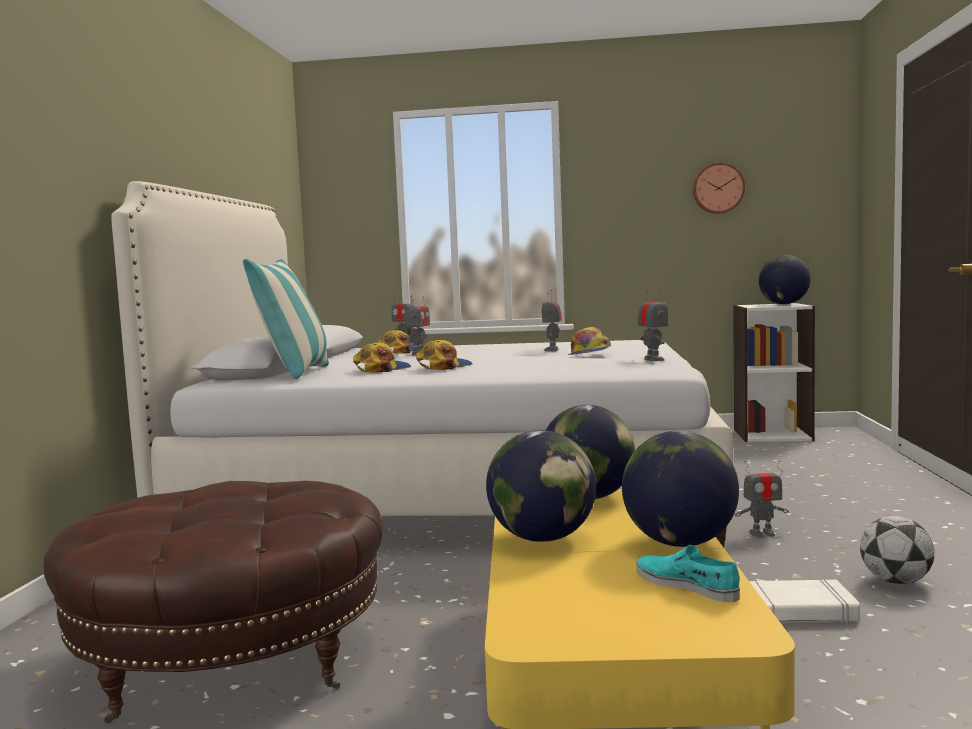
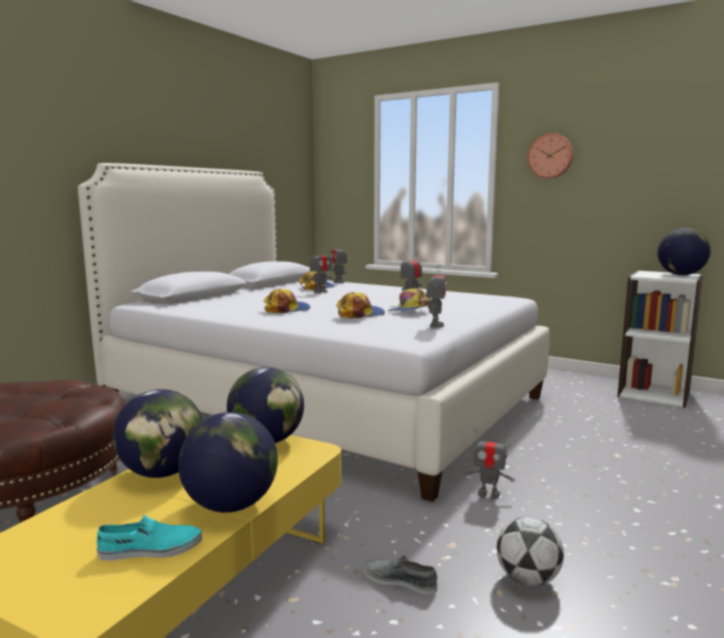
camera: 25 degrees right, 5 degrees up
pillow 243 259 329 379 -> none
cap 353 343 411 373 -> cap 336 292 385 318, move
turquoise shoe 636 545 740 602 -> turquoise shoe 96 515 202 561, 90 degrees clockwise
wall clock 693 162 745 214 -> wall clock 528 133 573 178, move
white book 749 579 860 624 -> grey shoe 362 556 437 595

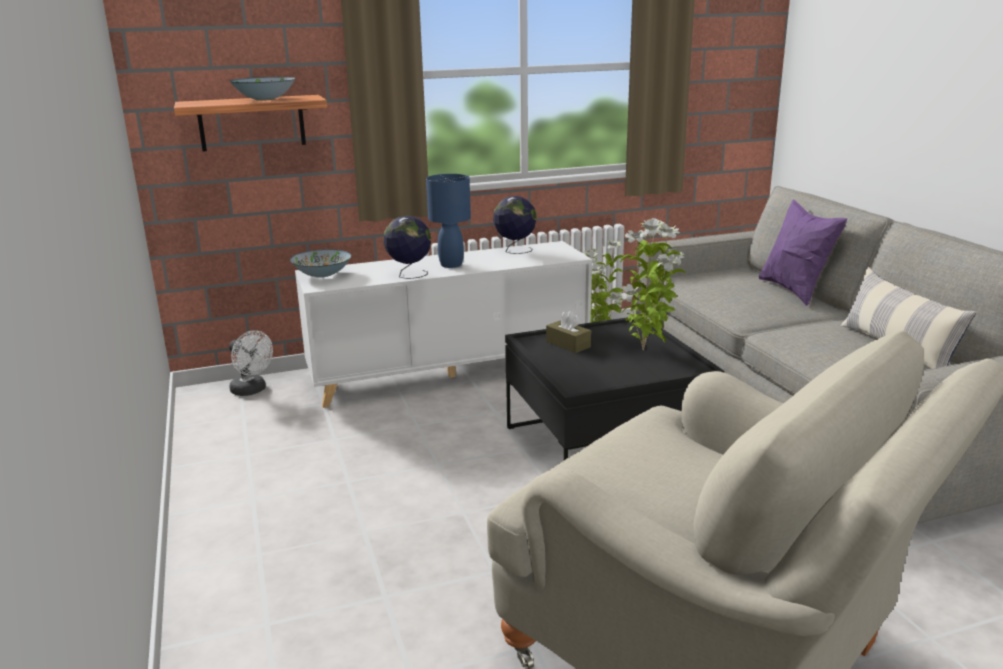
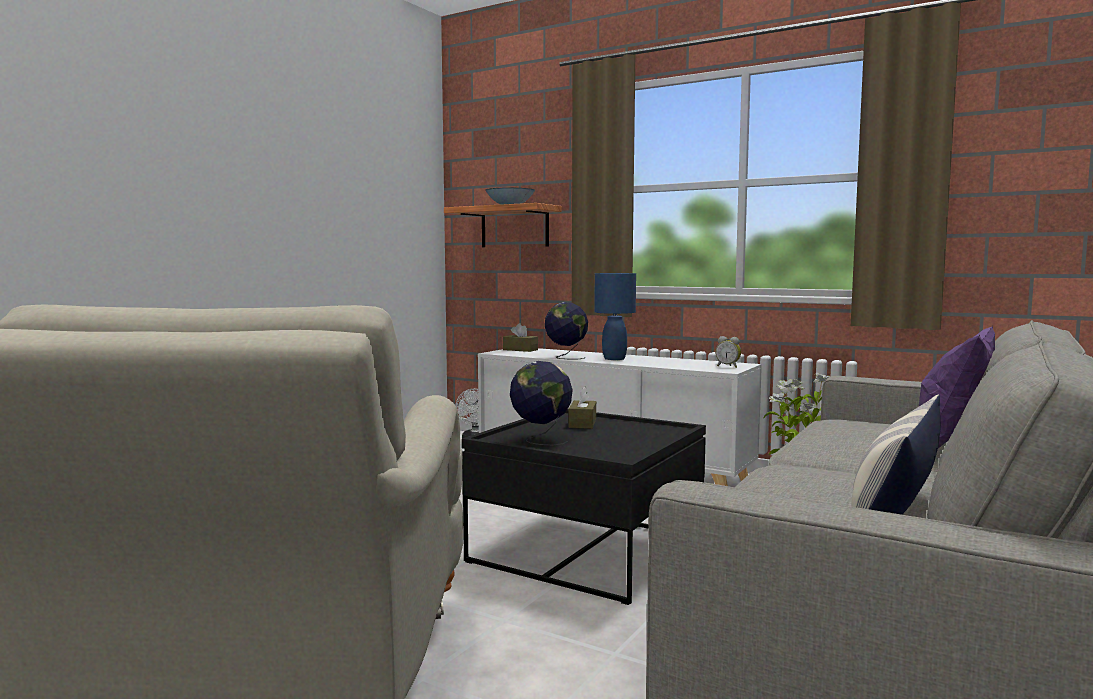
camera: 50 degrees right, 15 degrees down
bowl 290 249 351 278 -> brown tissue box 503 323 538 352
globe 493 196 537 254 -> globe 510 361 572 445, move
potted plant 620 218 686 350 -> none
none -> alarm clock 715 336 741 368

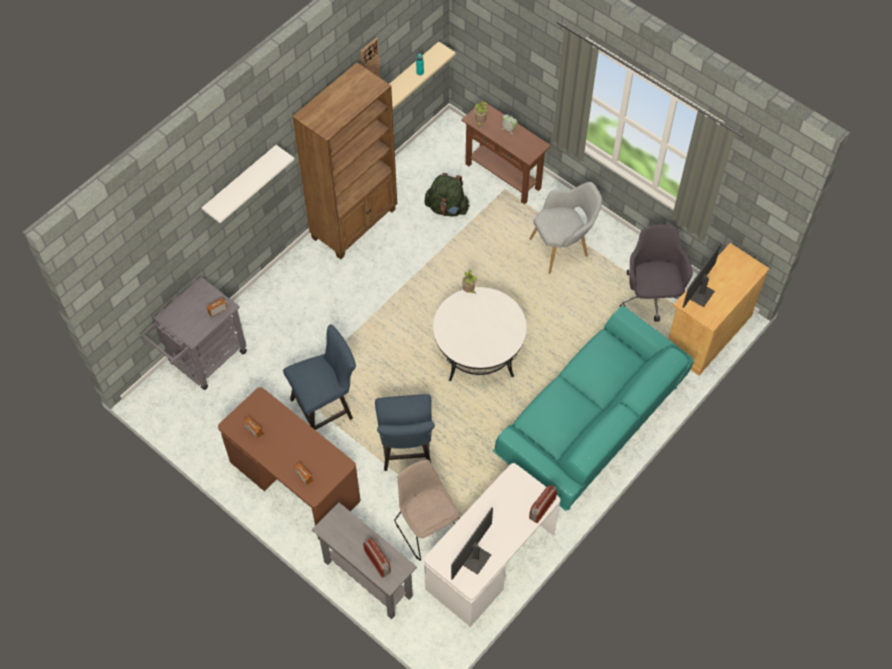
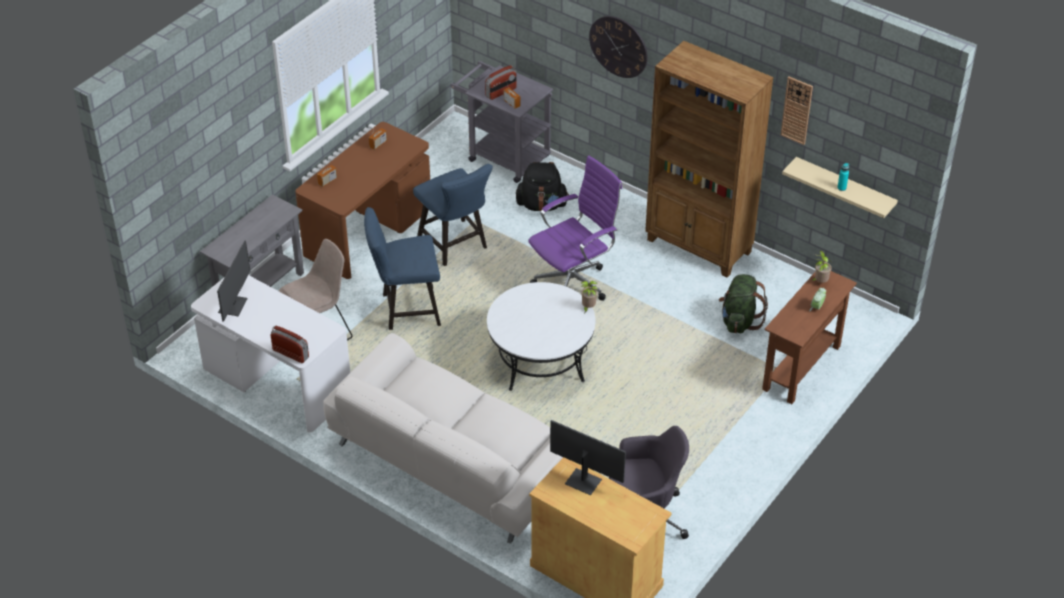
camera: 85 degrees right, 15 degrees down
white shelf 201 145 294 223 -> wall clock 589 16 648 78
radio 363 538 391 578 -> radio 485 65 517 100, move
monitor 451 508 493 580 -> monitor 217 240 250 322, 75 degrees clockwise
turquoise sofa 493 306 693 511 -> white sofa 323 333 570 544
grey armchair 530 182 602 274 -> none
none -> black backpack 516 162 569 211
none -> purple office chair 528 156 622 301

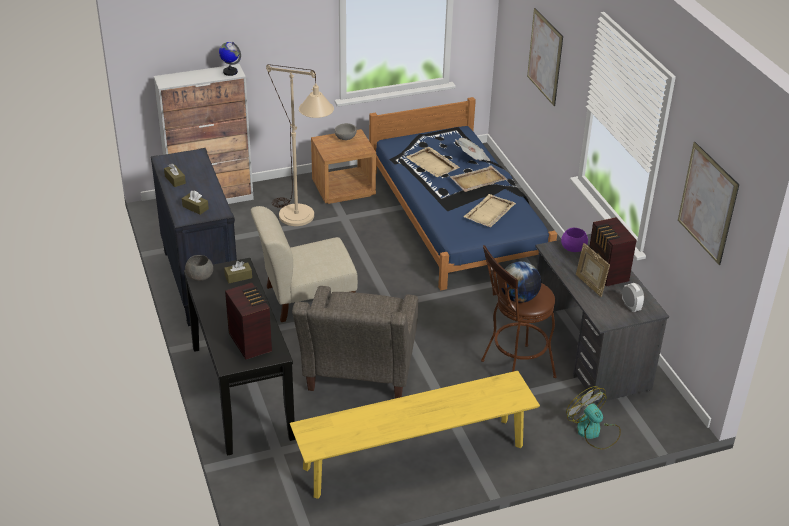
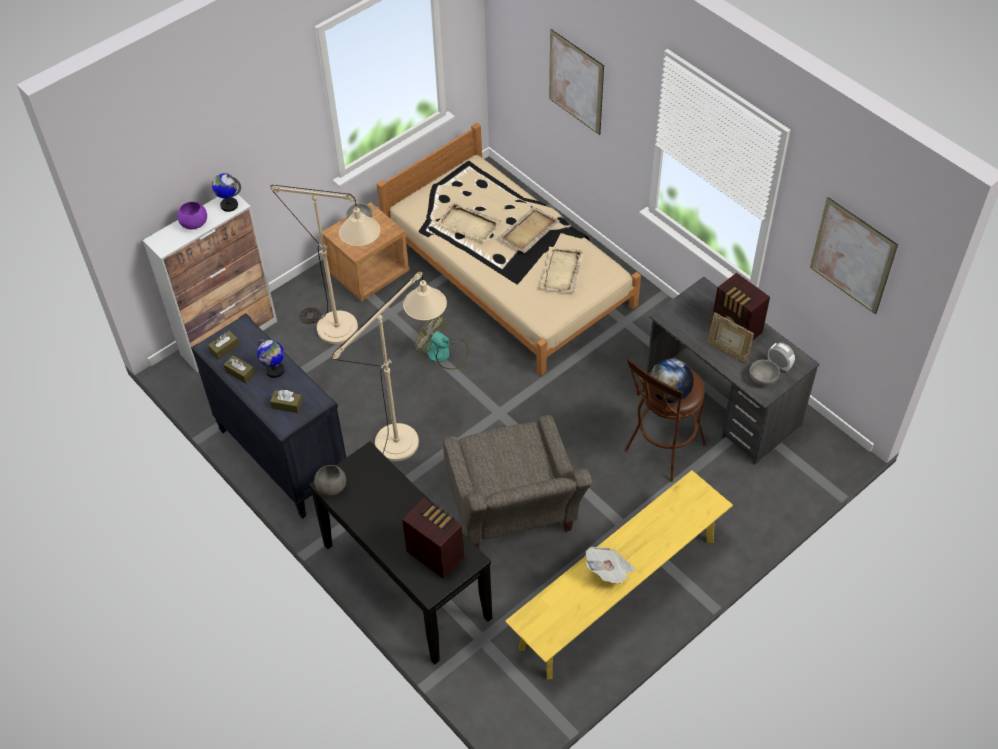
camera: 20 degrees left, 15 degrees up
brown tissue box 224 261 252 283 -> brown tissue box 208 331 239 360, move
beige chair 251 206 358 322 -> beige floor lamp 332 271 447 461
blue bed 369 97 557 290 -> beige bed 377 123 641 376
newspaper 456 138 491 161 -> newspaper 585 547 635 584, move
purple bowl 561 228 588 252 -> purple bowl 177 202 207 229, move
fan 566 386 621 450 -> fan 415 315 468 370, move
none -> globe 257 339 285 378
none -> grey bowl 749 360 780 386

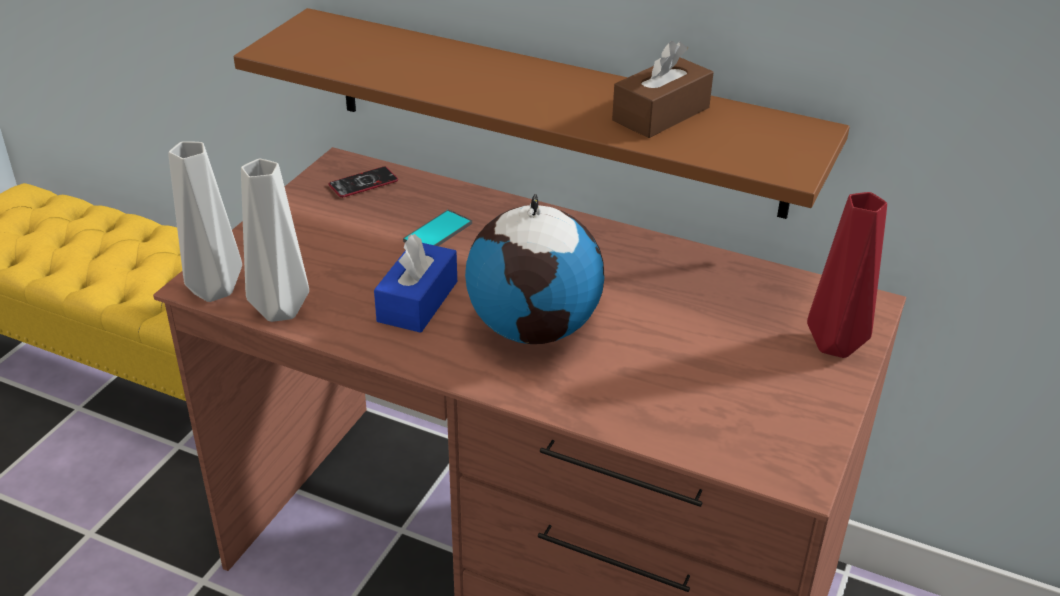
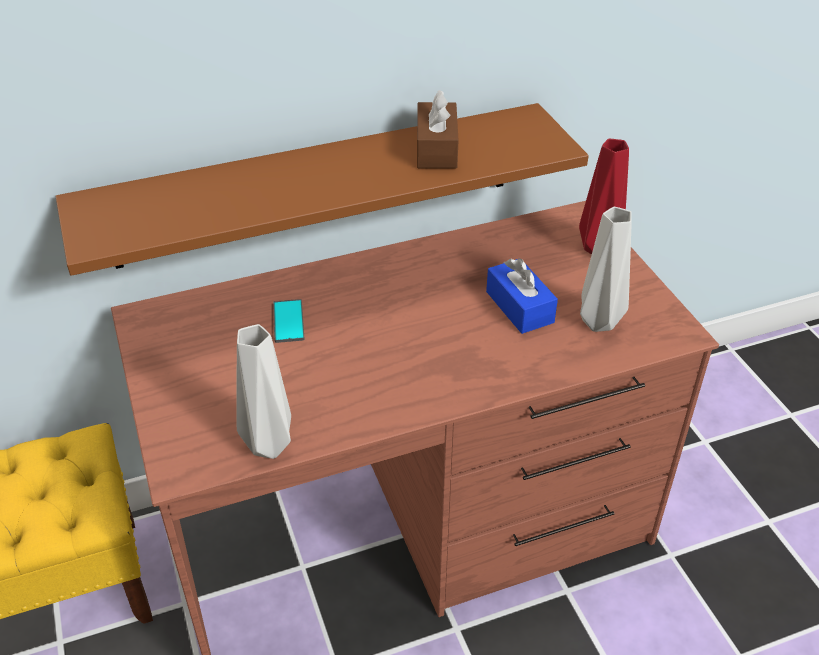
camera: 45 degrees left, 5 degrees up
grey vase 168 141 242 302 -> grey vase 580 207 632 332, move
phone 329 167 398 198 -> none
blue tissue box 374 234 457 333 -> blue tissue box 486 258 558 334, move
globe 465 194 604 344 -> none

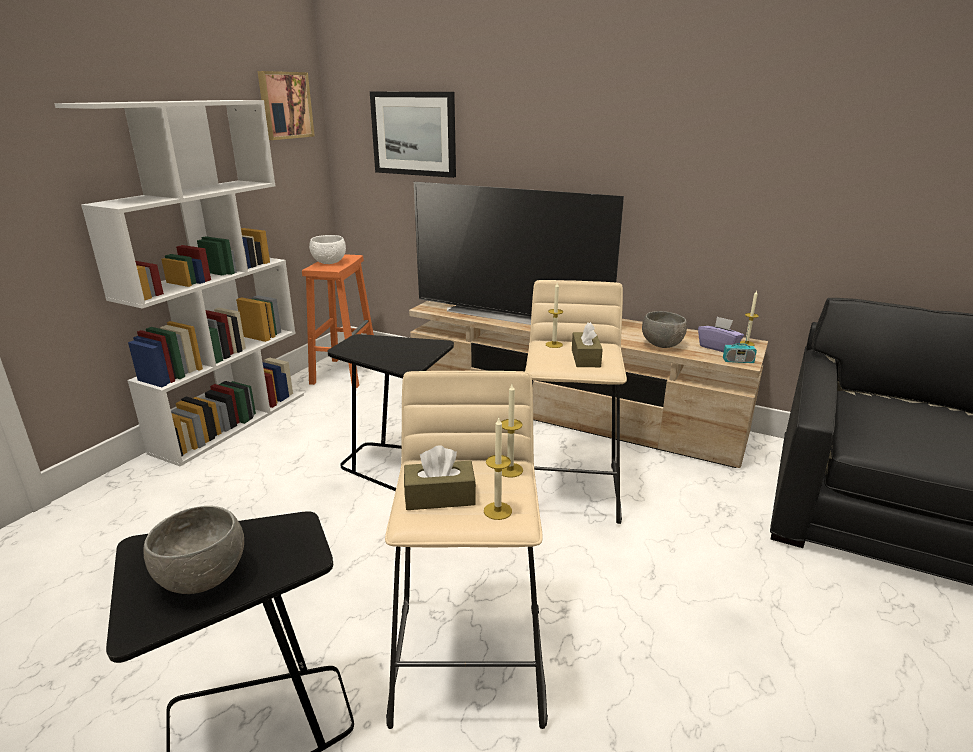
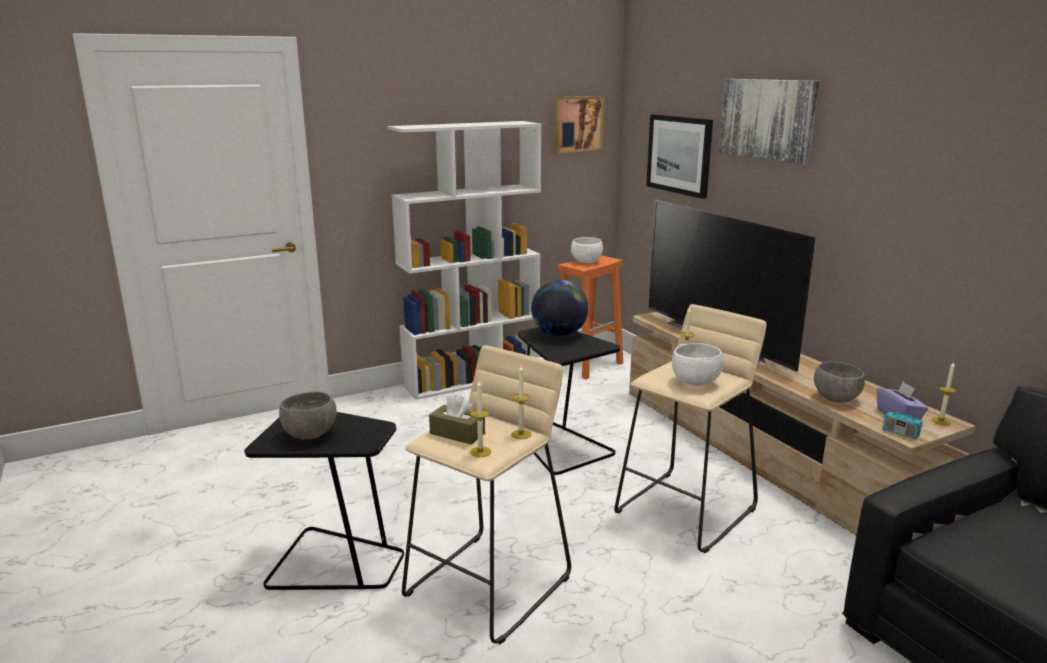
camera: 35 degrees right, 5 degrees down
brown tissue box 572 322 603 367 -> white bowl 672 343 723 386
none -> globe 531 280 588 337
none -> picture 719 79 819 165

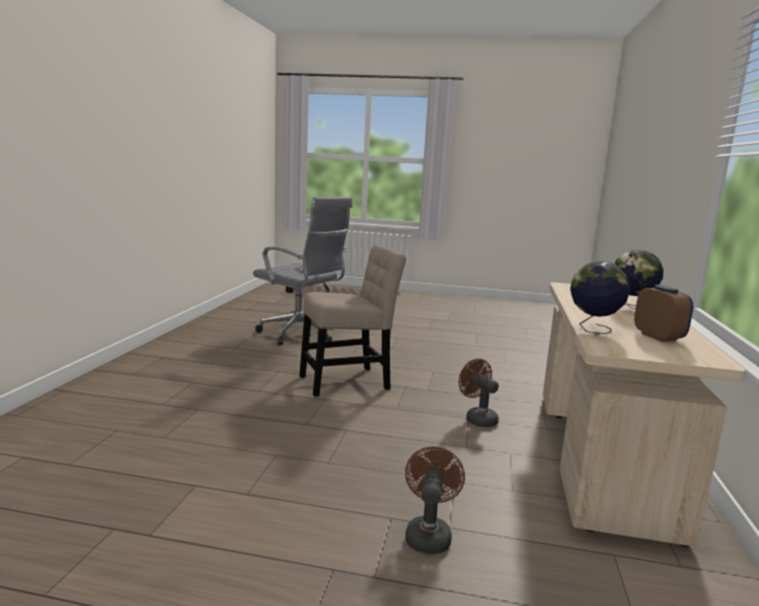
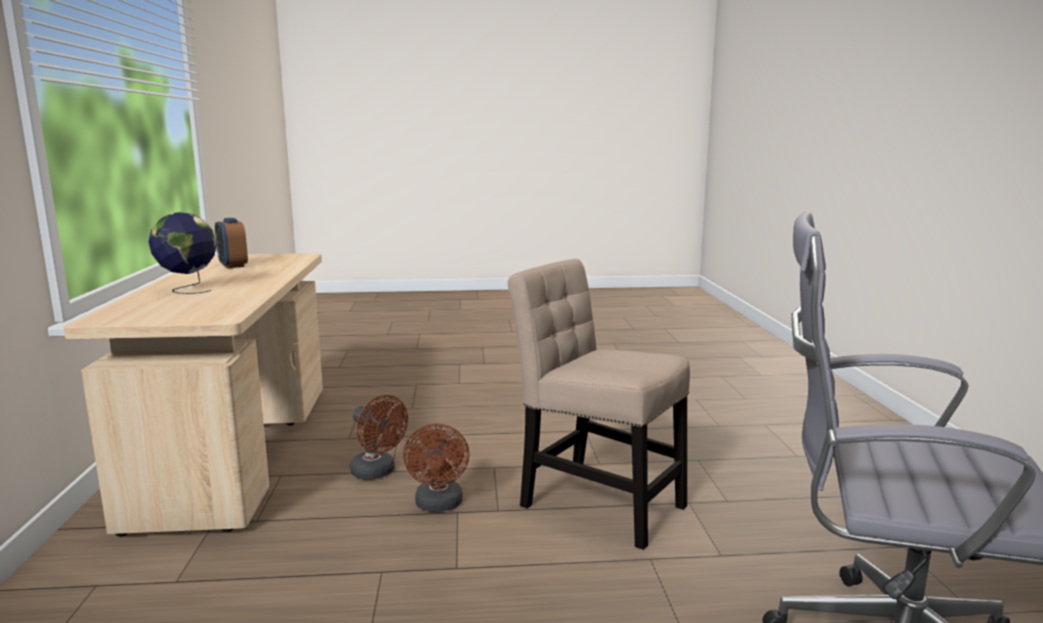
camera: 165 degrees right, 0 degrees up
beige chair 299 244 406 397 -> beige chair 508 259 690 550, 75 degrees clockwise
brown fan 405 447 465 554 -> brown fan 403 424 469 512, move
globe 570 261 630 334 -> none

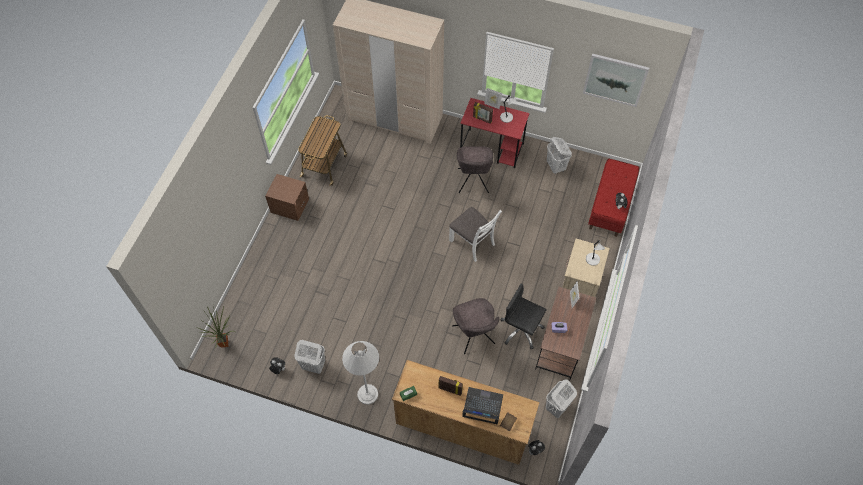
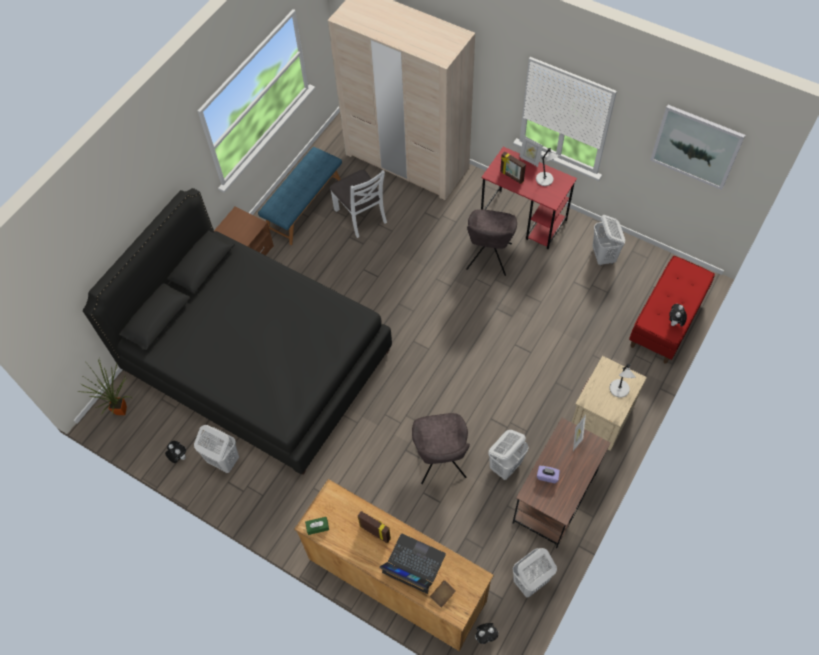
camera: 15 degrees right, 0 degrees up
cart 298 115 347 186 -> blue bench 258 147 342 245
white floor lamp 342 341 379 404 -> none
white chair 449 207 502 262 -> white chair 330 170 387 238, move
black office chair 501 283 547 349 -> white laundry basket 488 430 529 480
none -> black bed 83 188 392 475

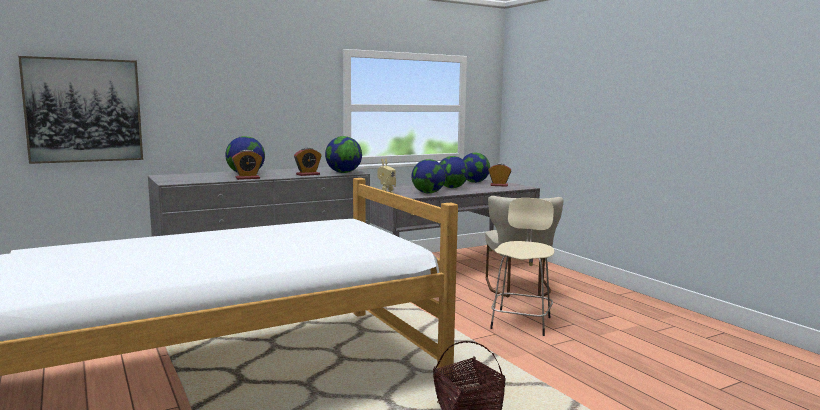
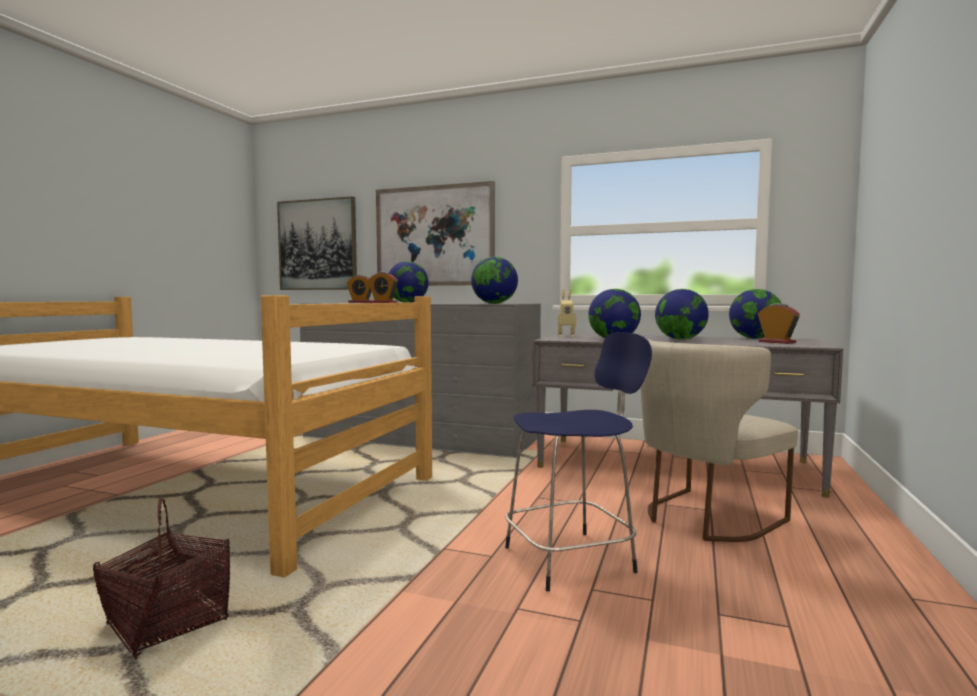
camera: 50 degrees right, 5 degrees down
alarm clock 294 148 322 176 -> alarm clock 347 275 372 303, move
beige stool 490 198 555 336 -> blue stool 505 332 652 591
none -> picture 376 181 495 286

